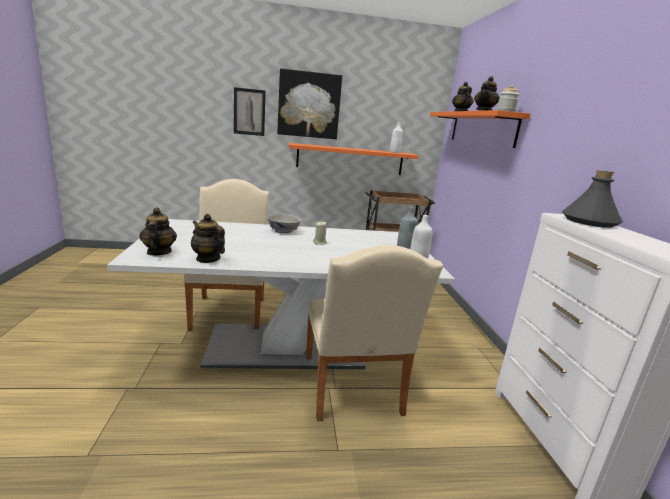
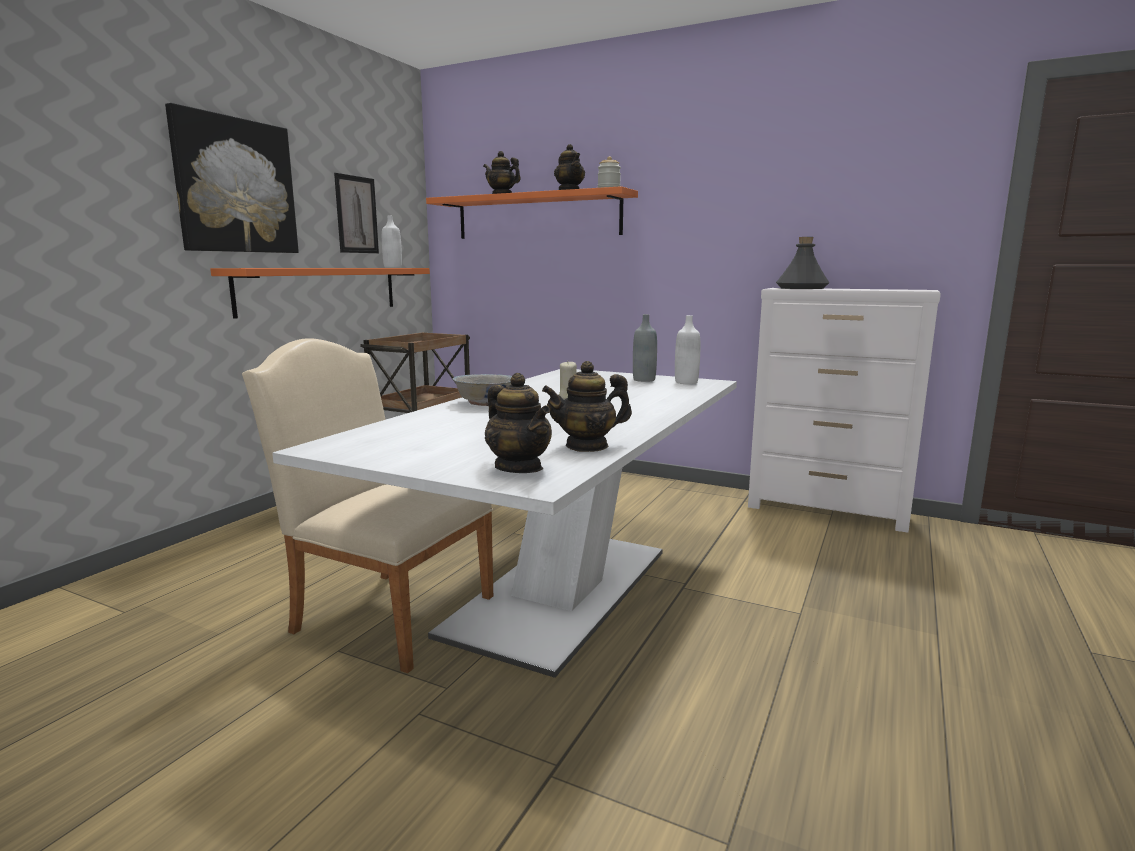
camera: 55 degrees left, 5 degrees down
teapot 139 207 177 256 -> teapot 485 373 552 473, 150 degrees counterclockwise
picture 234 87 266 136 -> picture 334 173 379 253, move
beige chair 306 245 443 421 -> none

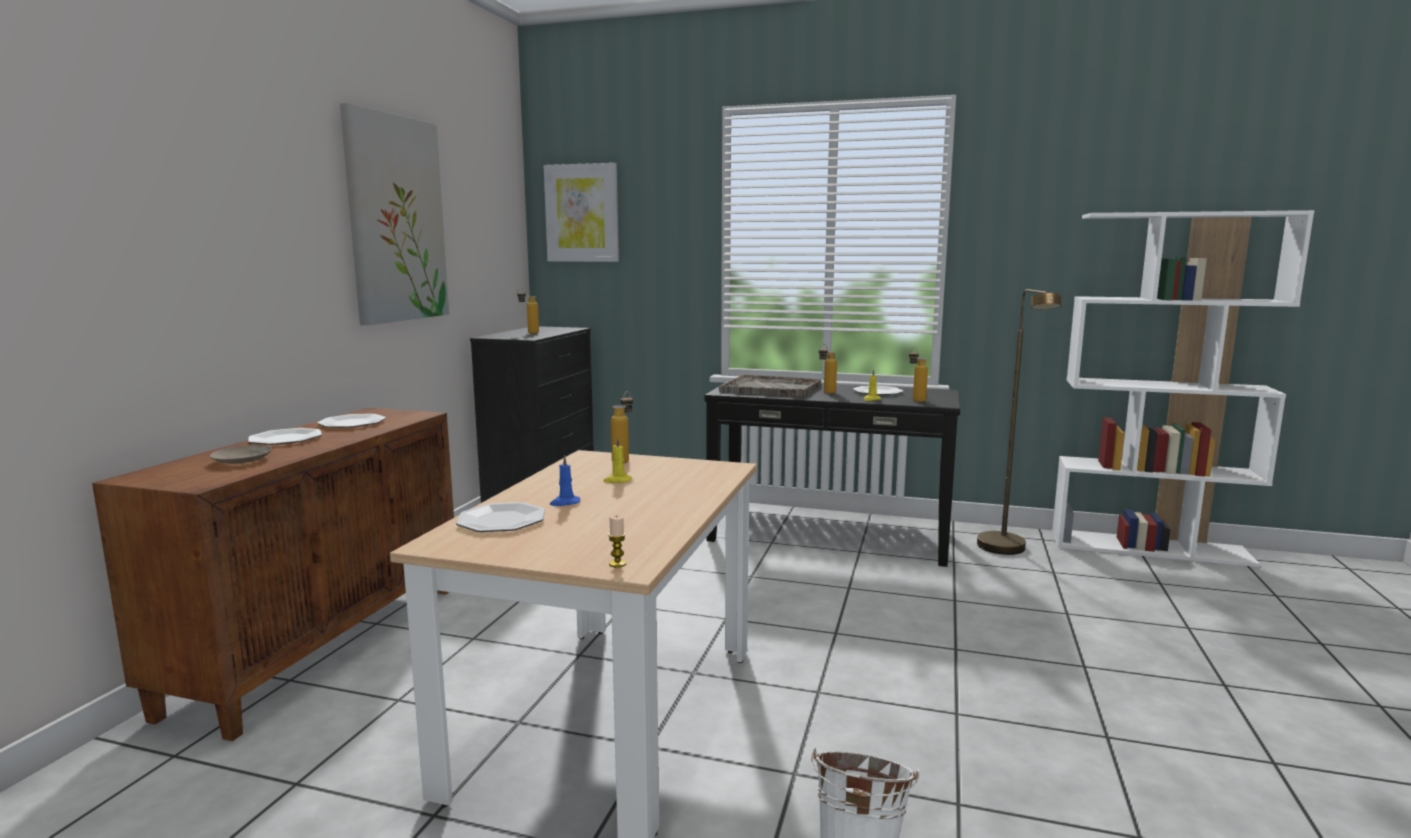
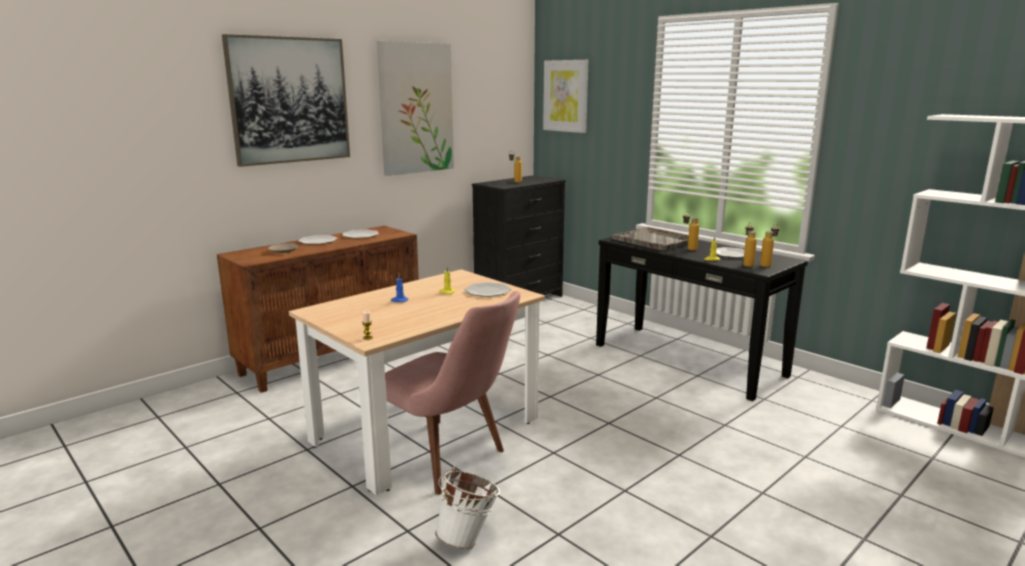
camera: 30 degrees right, 5 degrees up
plate 456 502 545 532 -> plate 464 282 511 297, move
bottle 611 391 633 464 -> bottle 760 223 779 267, move
brown floor lamp 977 289 1061 555 -> none
none -> picture 222 34 350 167
none -> pink chair 385 291 520 495

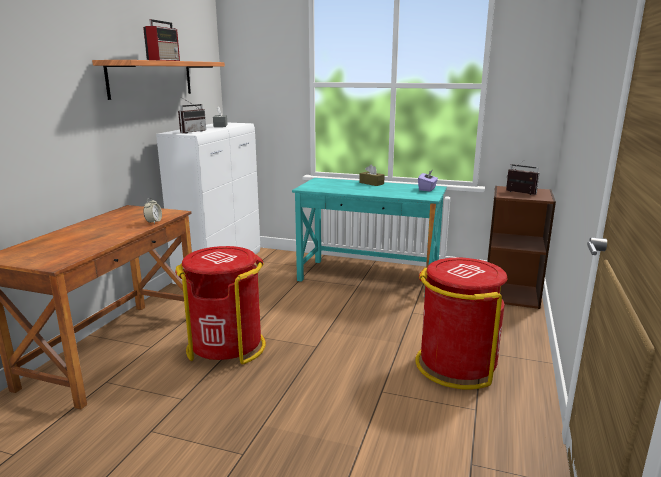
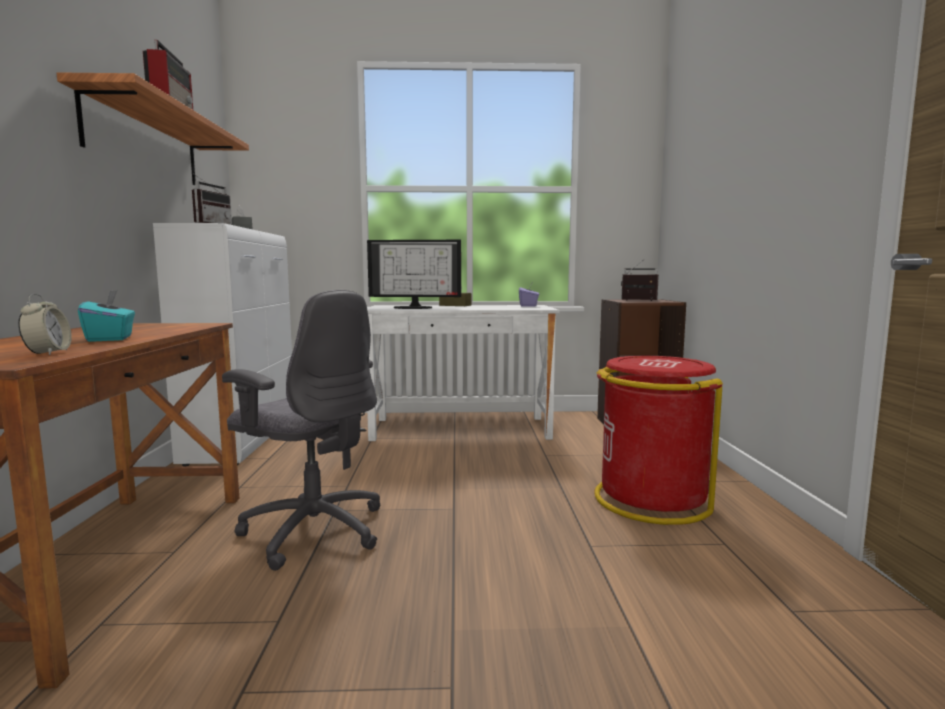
camera: 20 degrees left, 10 degrees down
alarm clock 144 198 162 224 -> alarm clock 18 294 72 355, move
red trash can 175 246 266 364 -> grey office chair 222 290 380 571
turquoise desk 292 178 447 298 -> white desk 367 305 560 441
none -> turquoise tissue box 78 290 135 342
none -> monitor 367 240 461 309

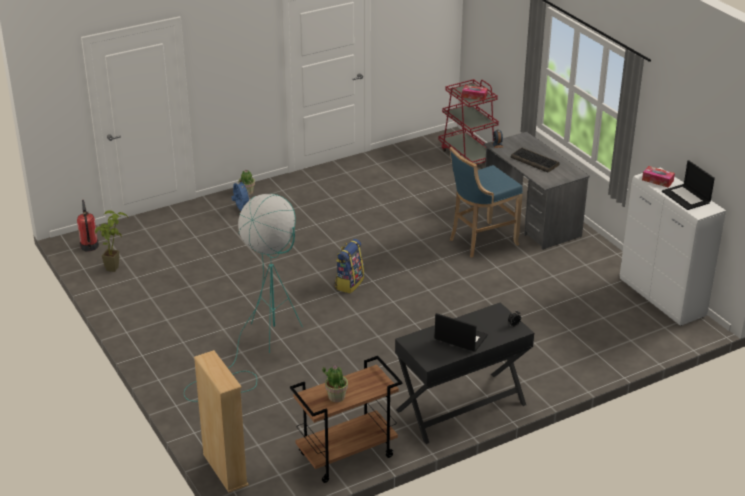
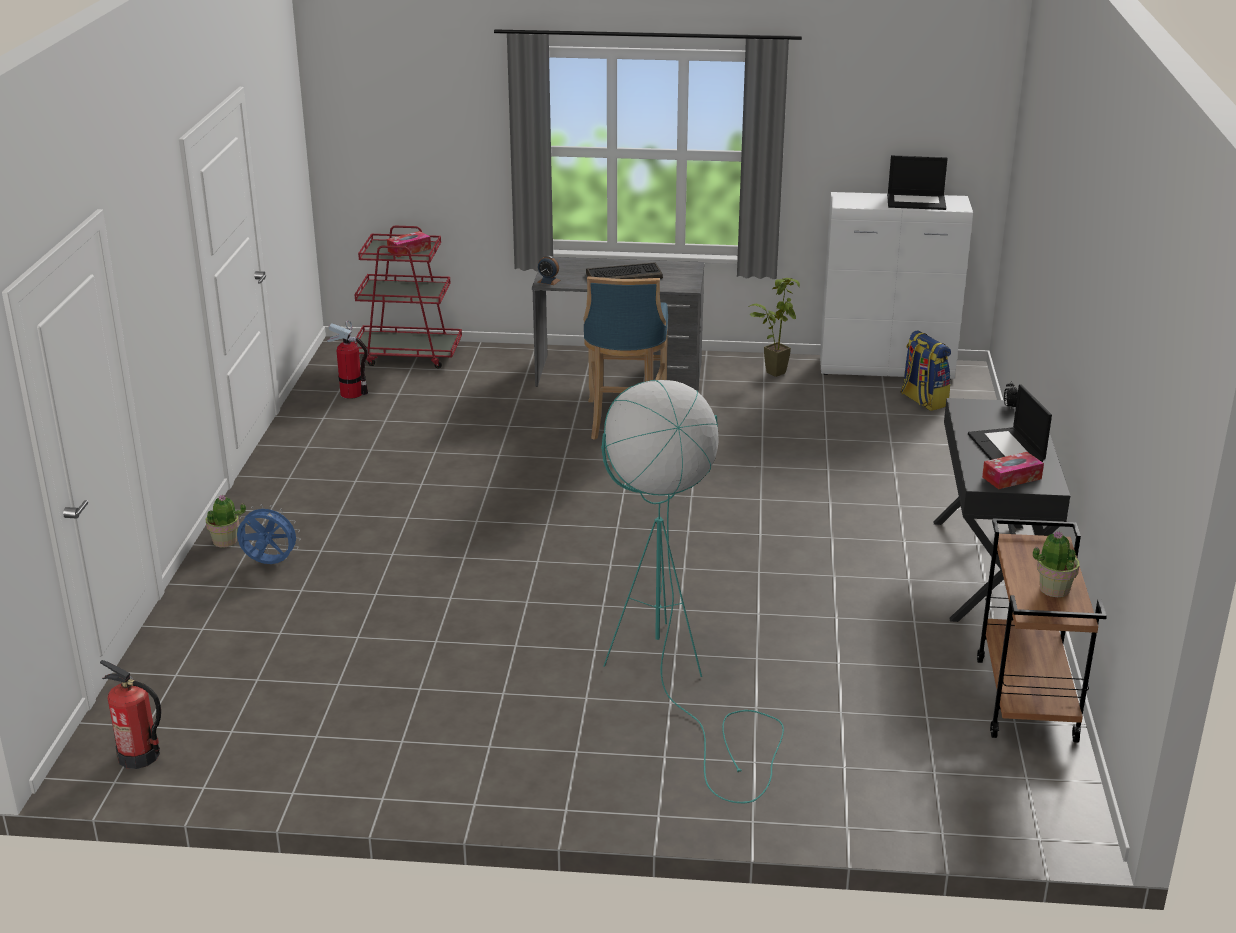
camera: 55 degrees left, 5 degrees down
potted plant 95 210 128 272 -> potted plant 748 278 800 377, move
beige bookcase 194 350 249 493 -> none
backpack 335 239 364 293 -> backpack 901 330 951 411, move
laptop 435 313 488 352 -> laptop 968 384 1052 462, 75 degrees counterclockwise
tissue box 642 166 675 188 -> tissue box 982 452 1044 489, move
none -> fire extinguisher 327 321 368 399

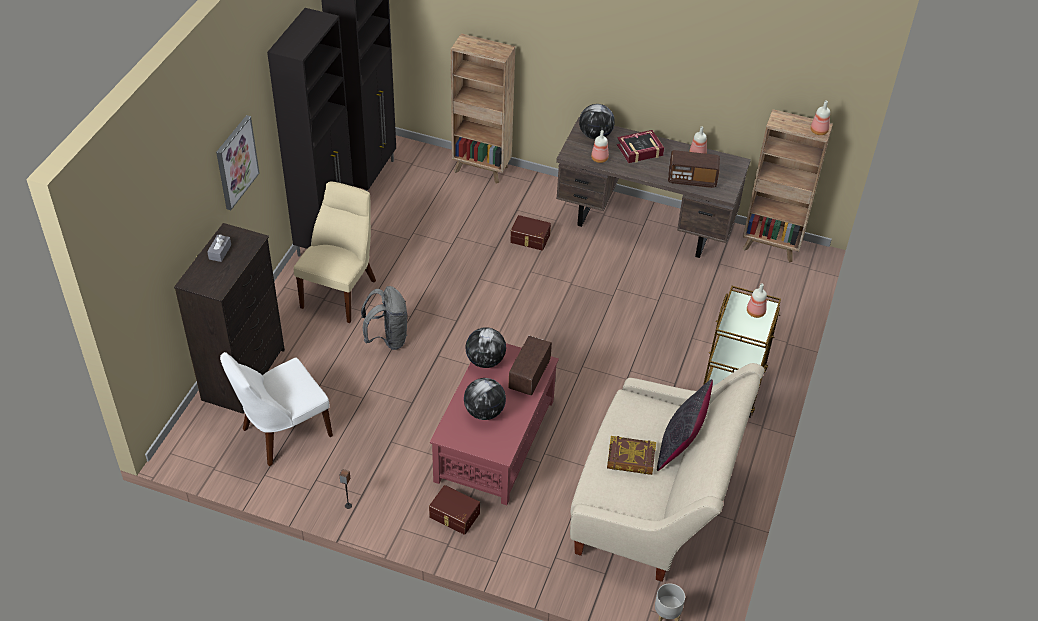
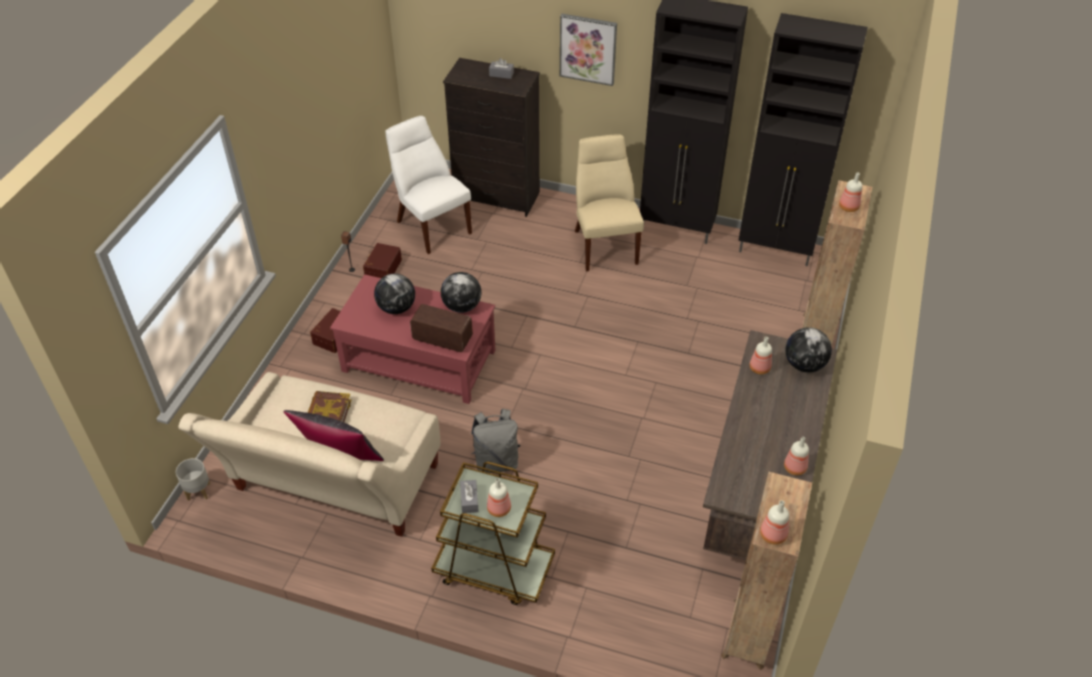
camera: 90 degrees right, 0 degrees up
beige chair 294 181 376 323 -> beige chair 575 135 644 271, 120 degrees counterclockwise
grey backpack 361 286 407 350 -> grey backpack 471 408 520 473, move
brown storage box 510 215 551 251 -> brown storage box 363 243 402 278, move
book 617 130 664 163 -> none
radio 668 150 720 188 -> none
none -> grey tissue box 460 480 479 513
none -> bottle 839 173 862 212

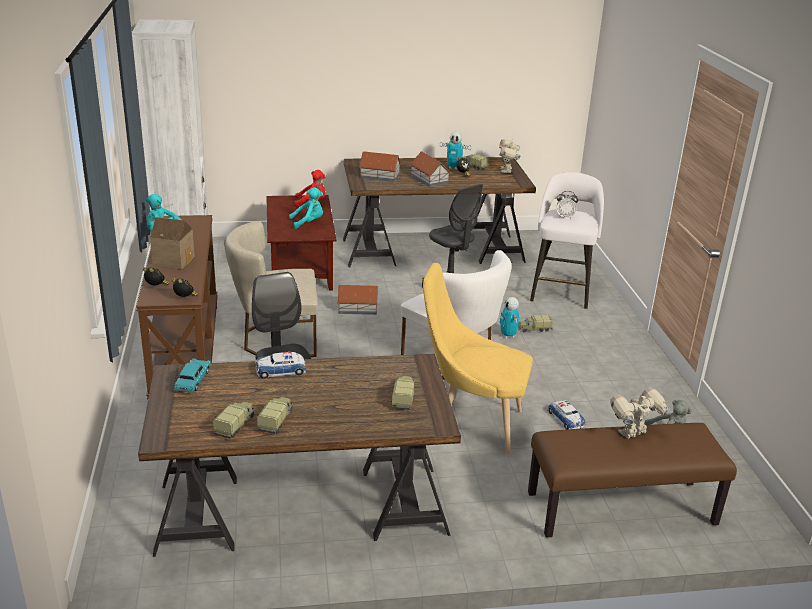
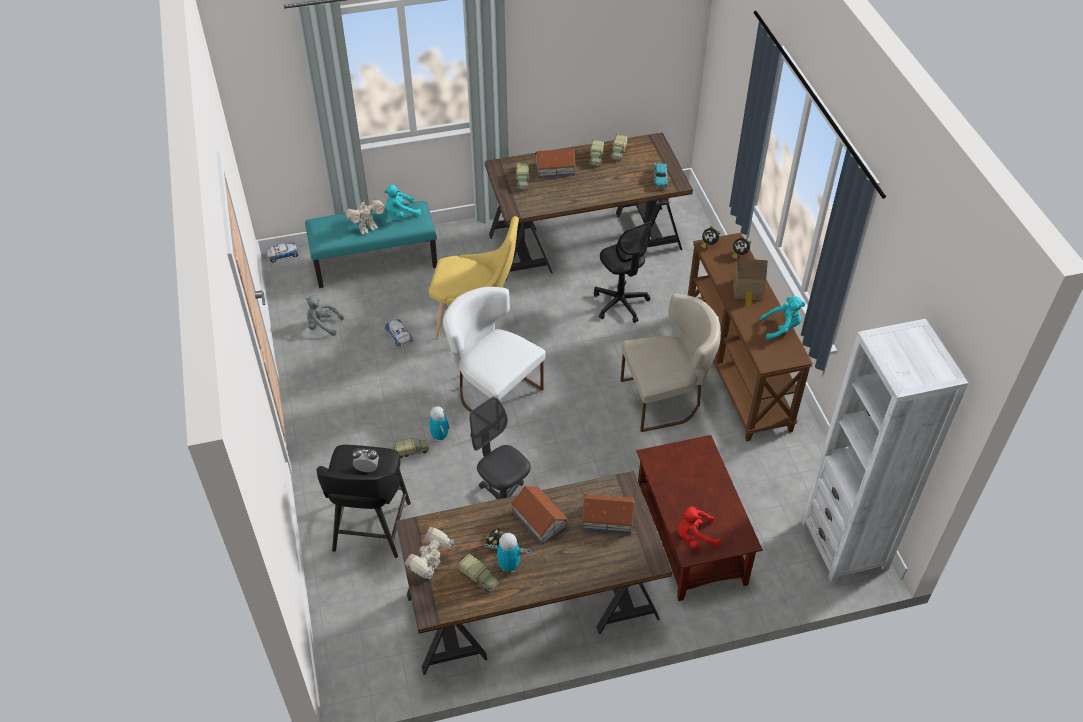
camera: 175 degrees right, 20 degrees up
toy car 255 351 306 379 -> toy car 266 242 299 263, move
turquoise plush toy 289 187 323 229 -> turquoise plush toy 384 185 421 218, move
toy house 337 285 378 315 -> toy house 534 148 576 179, move
toy robot 499 139 520 173 -> toy robot 405 527 454 579, 150 degrees counterclockwise
brown bench 528 423 737 537 -> turquoise bench 305 201 437 288
white stool 530 172 604 309 -> black stool 317 445 411 558

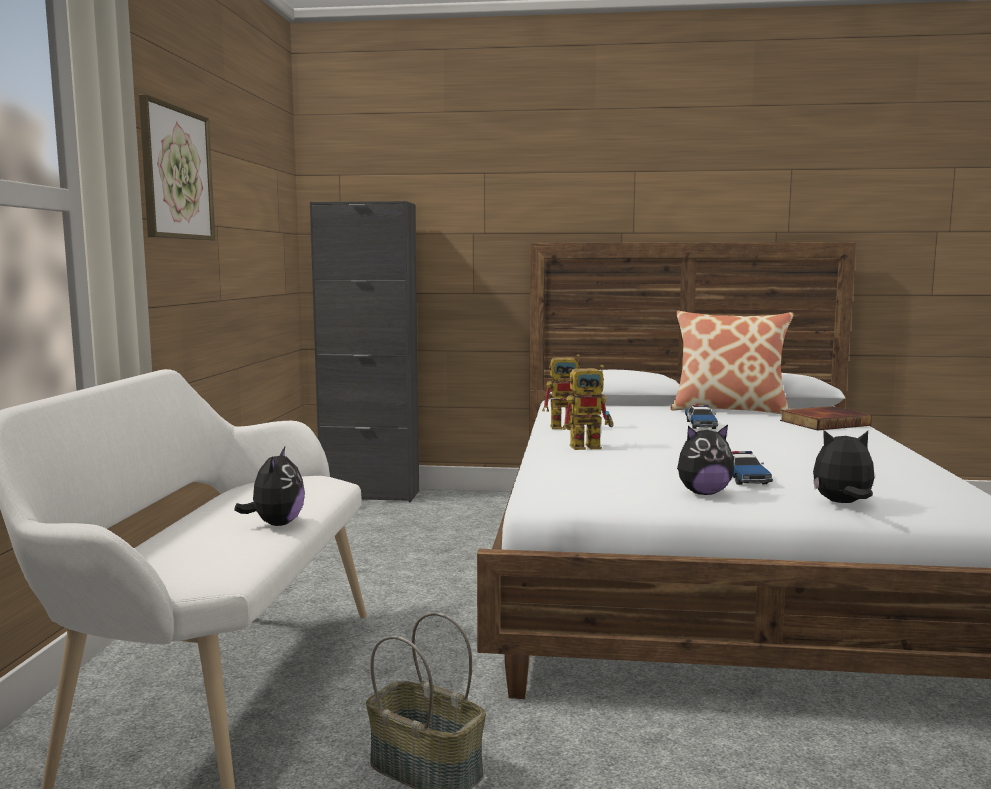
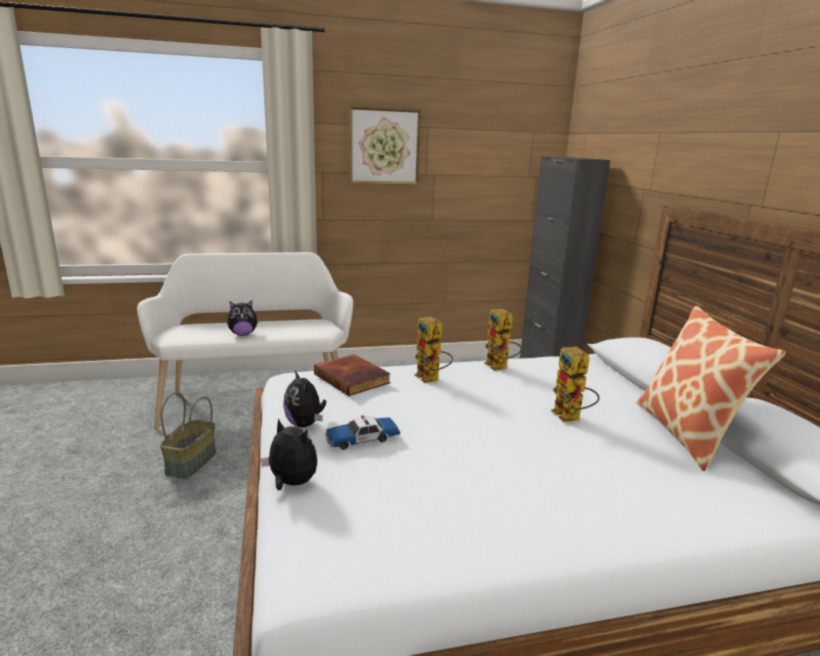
camera: 70 degrees right, 10 degrees up
toy car 685 405 718 429 -> toy robot 551 346 600 423
book 780 406 872 431 -> book 314 354 391 396, move
plush toy 813 430 875 503 -> plush toy 260 418 317 490, 45 degrees counterclockwise

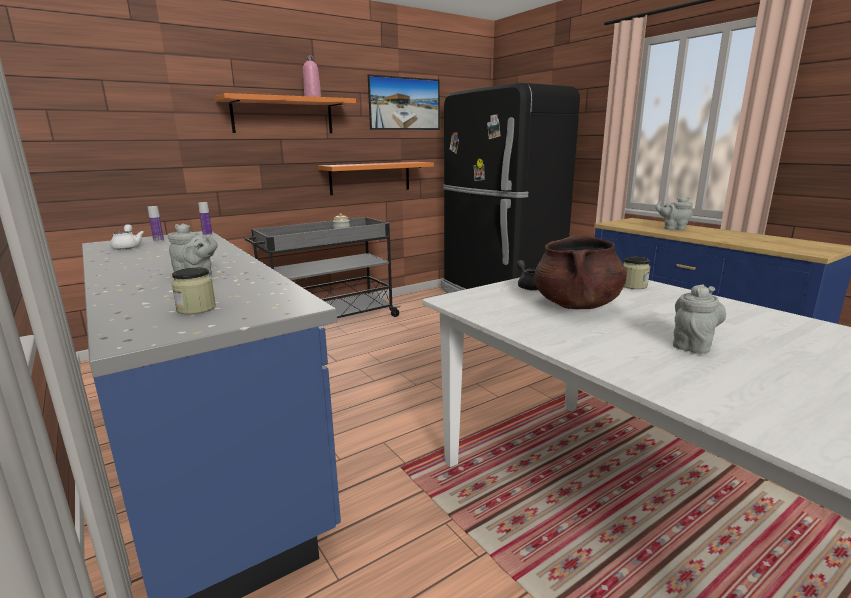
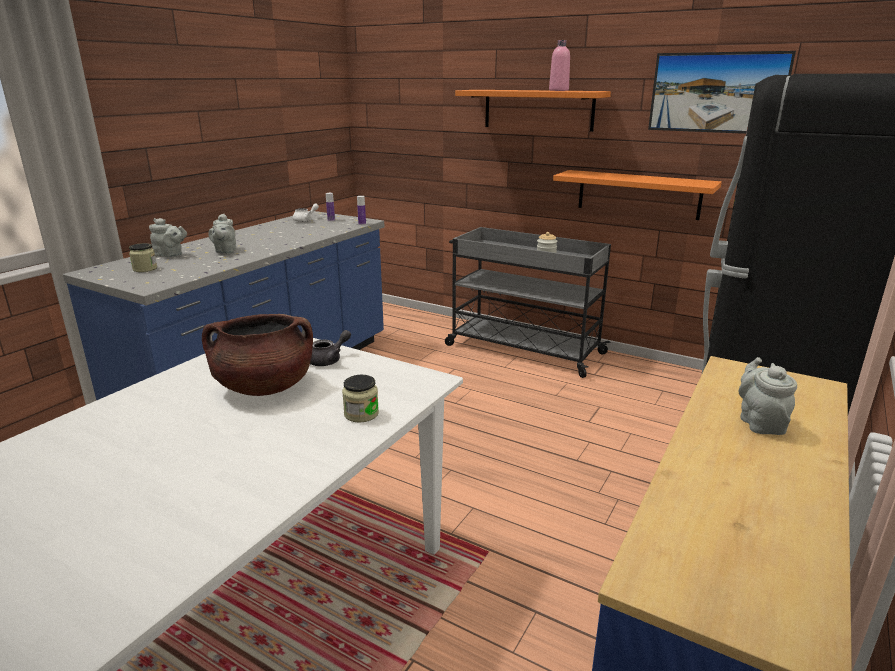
camera: 65 degrees right, 5 degrees up
grey teapot 673 284 726 354 -> grey teapot 149 218 187 257, move

